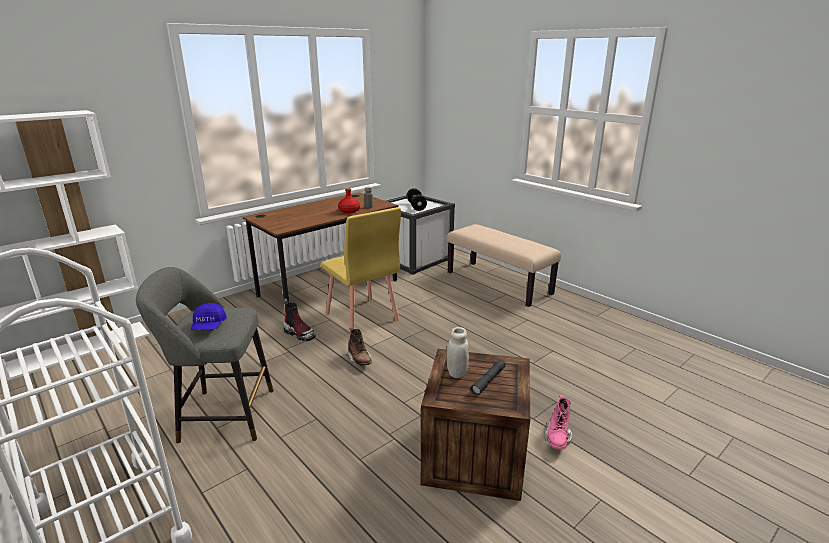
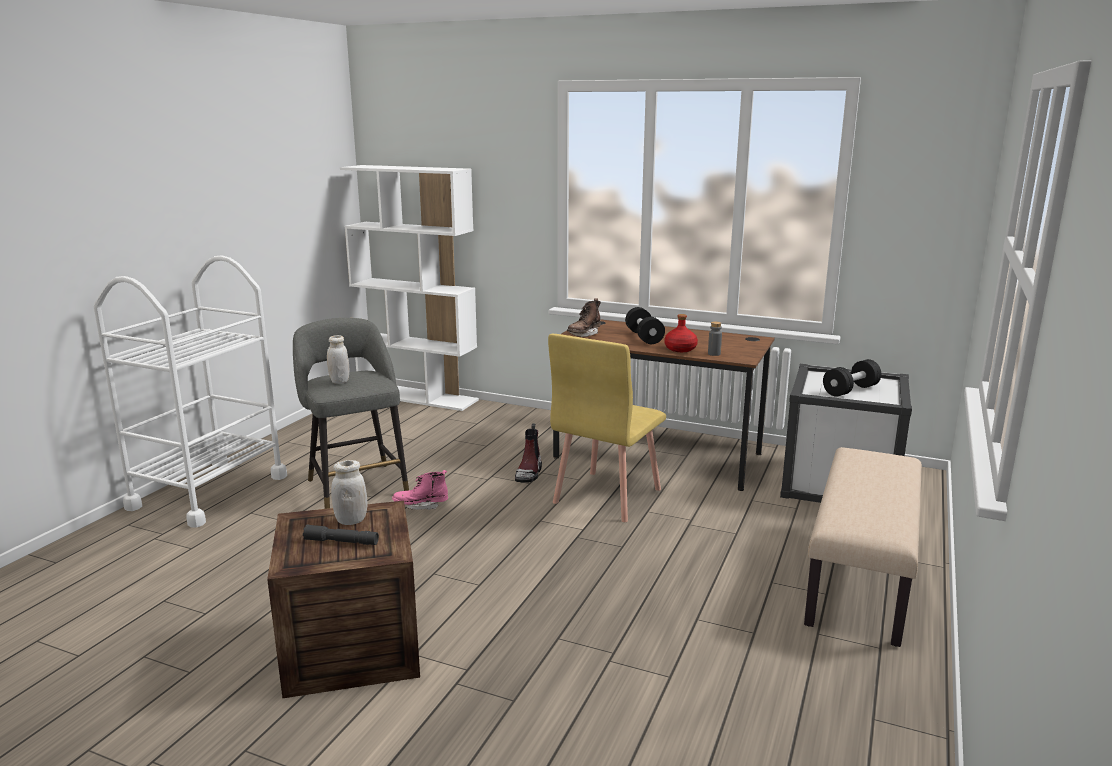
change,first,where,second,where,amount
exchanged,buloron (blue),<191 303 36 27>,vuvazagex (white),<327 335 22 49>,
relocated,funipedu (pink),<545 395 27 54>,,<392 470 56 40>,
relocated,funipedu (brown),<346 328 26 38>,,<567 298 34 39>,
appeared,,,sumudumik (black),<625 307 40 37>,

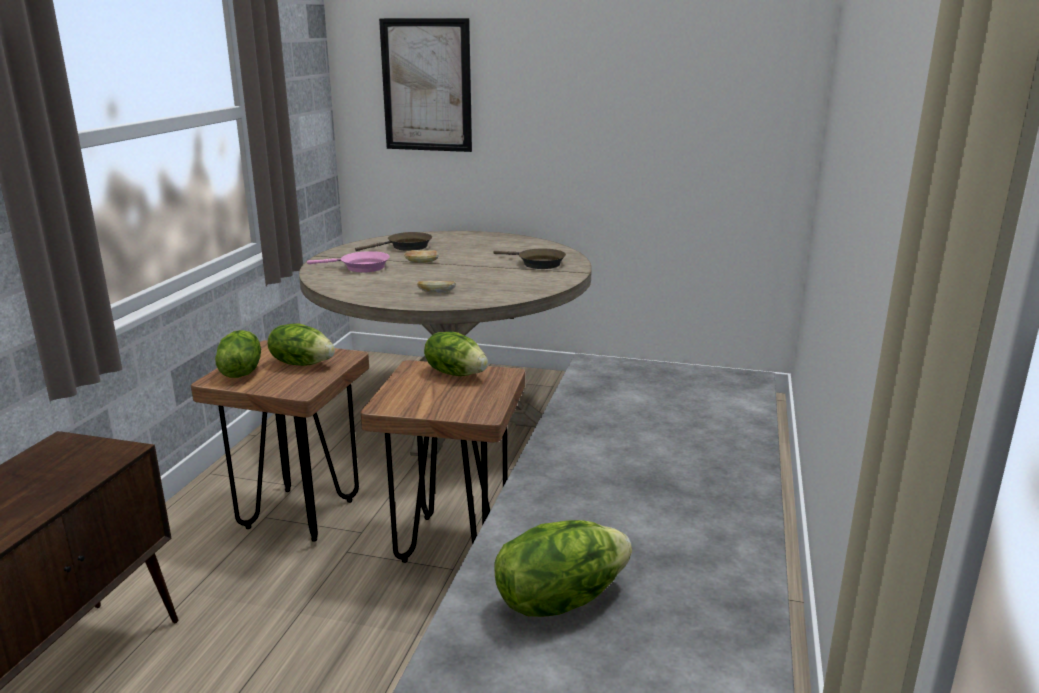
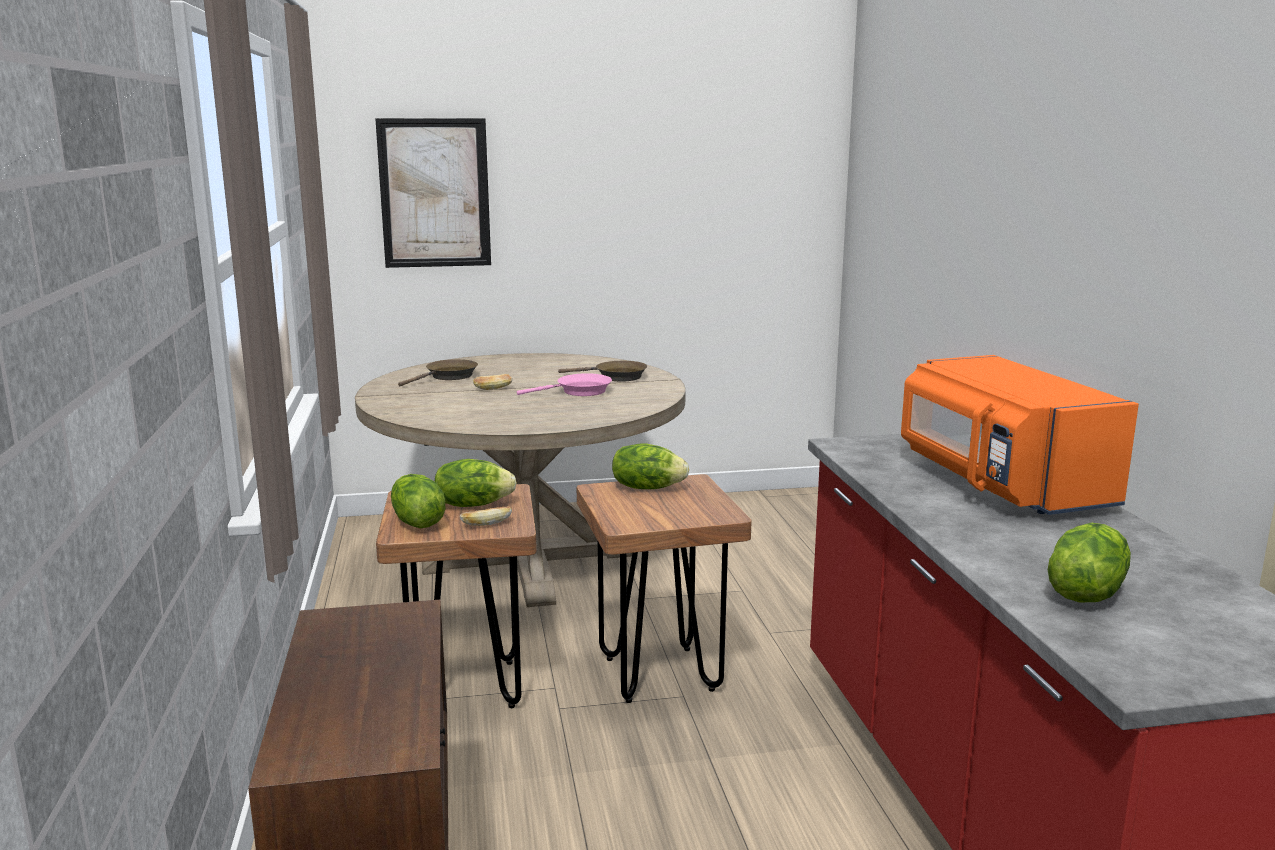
change,first,where,second,where,amount
relocated,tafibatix,<417 281 39 12>,,<460 506 52 20>,
relocated,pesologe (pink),<307 251 83 22>,,<517 373 95 23>,
appeared,,,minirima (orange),<901 355 238 160>,

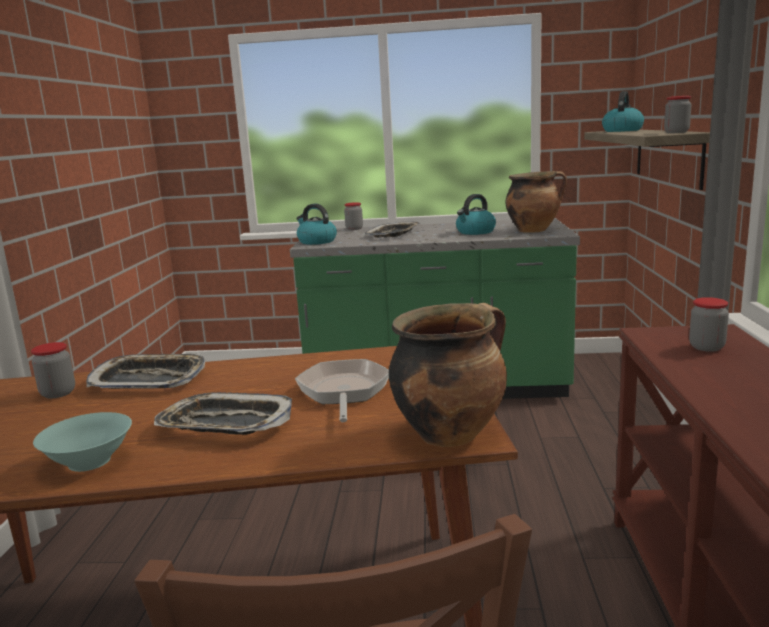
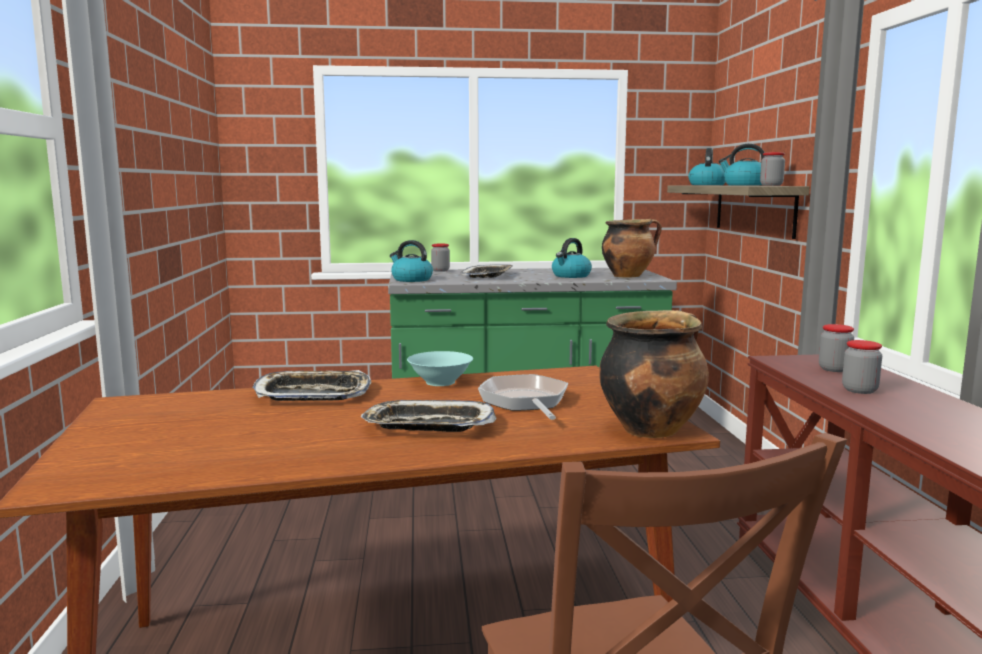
change,first,where,second,where,amount
relocated,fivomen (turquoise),<33 412 99 60>,,<407 351 66 35>,
appeared,,,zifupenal,<719 144 46 42>,
relocated,vuvazagex,<31 342 44 57>,,<842 340 40 54>,

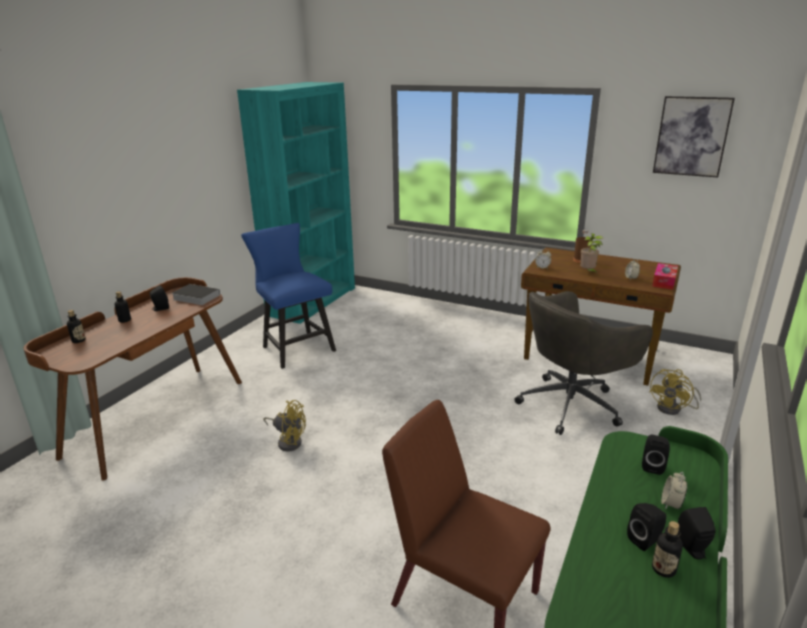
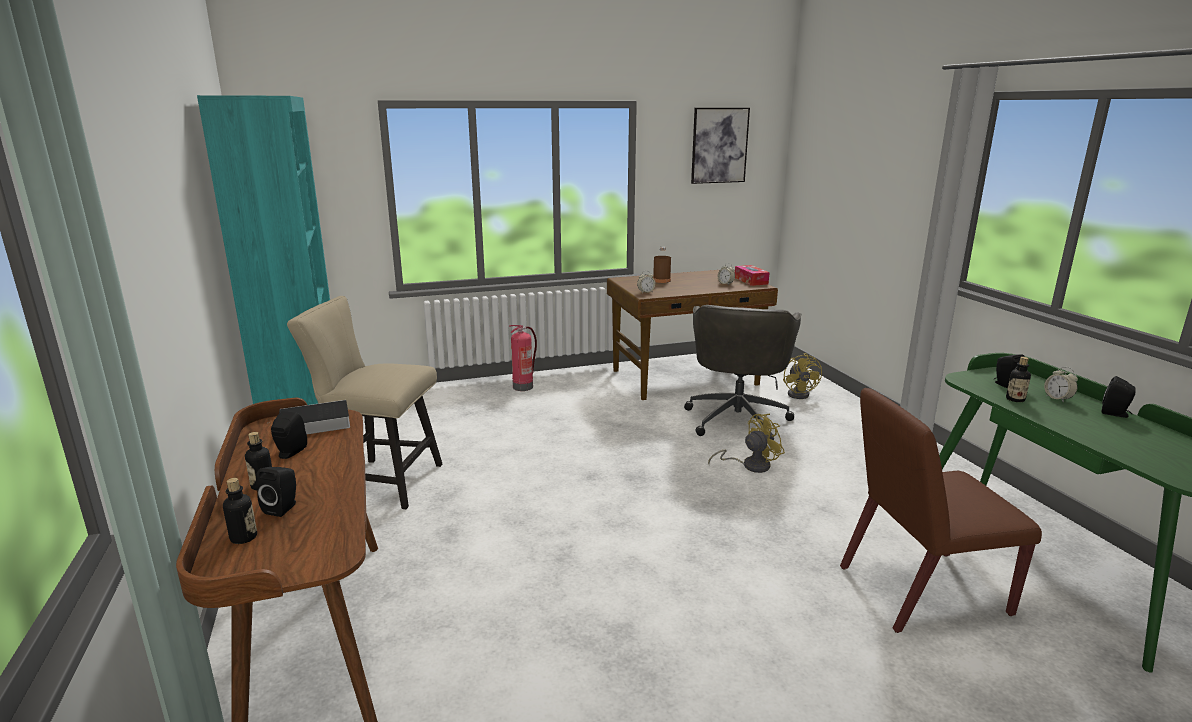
change,first,where,second,where,amount
relocated,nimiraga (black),<627 503 39 48>,,<256 467 40 50>,
colour,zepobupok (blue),<241 223 95 146>,zepobupok (beige),<287 296 155 213>,
appeared,,,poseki,<509 325 28 66>,
relocated,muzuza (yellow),<263 400 43 52>,,<708 414 77 59>,
relocated,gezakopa,<652 521 31 57>,,<1006 357 25 45>,
missing,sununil,<580 233 23 42>,,,

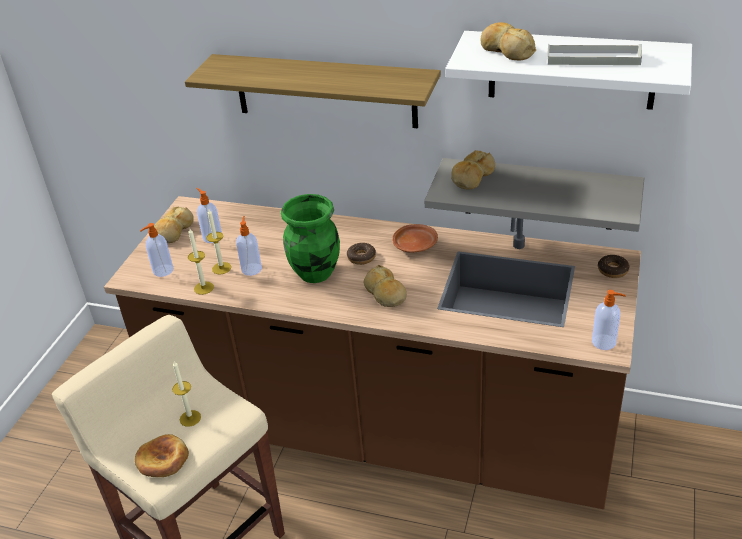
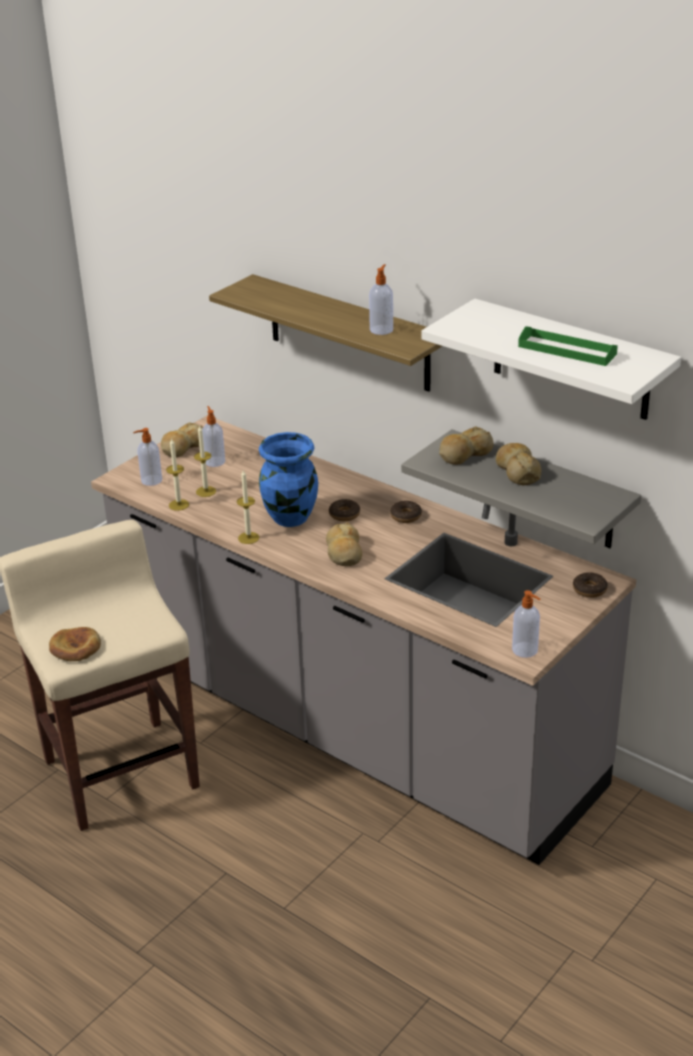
change,first,where,second,where,amount
colour,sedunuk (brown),<104 196 537 313>,sedunuk (grey),<91 415 545 450>,
relocated,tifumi,<172 361 29 66>,,<237 470 22 74>,
colour,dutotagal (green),<281 194 59 89>,dutotagal (blue),<259 432 59 95>,
relocated,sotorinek,<236 216 26 60>,,<369 264 24 71>,
exchanged,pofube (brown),<392 224 46 28>,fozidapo,<390 501 32 22>,
relocated,tafibatix,<481 22 55 38>,,<496 443 45 42>,
colour,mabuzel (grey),<548 44 94 21>,mabuzel (green),<518 326 100 40>,

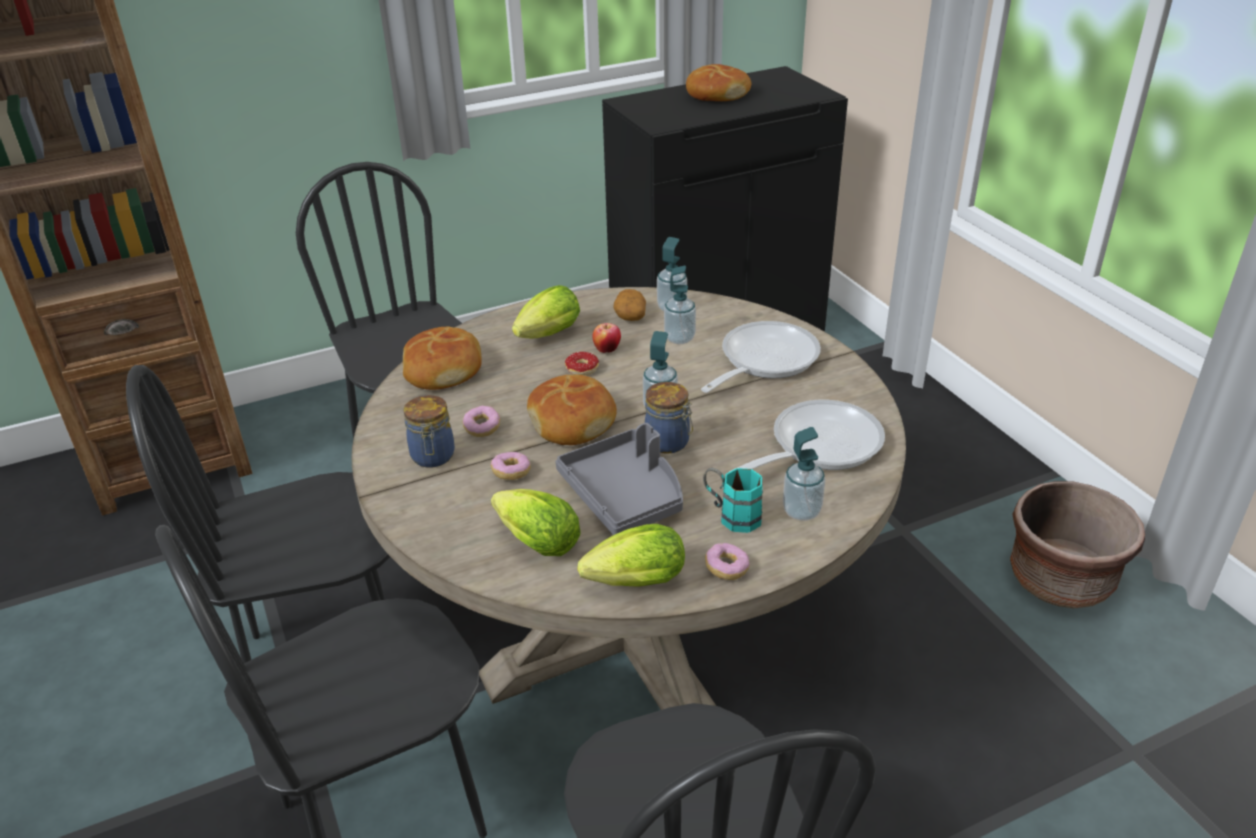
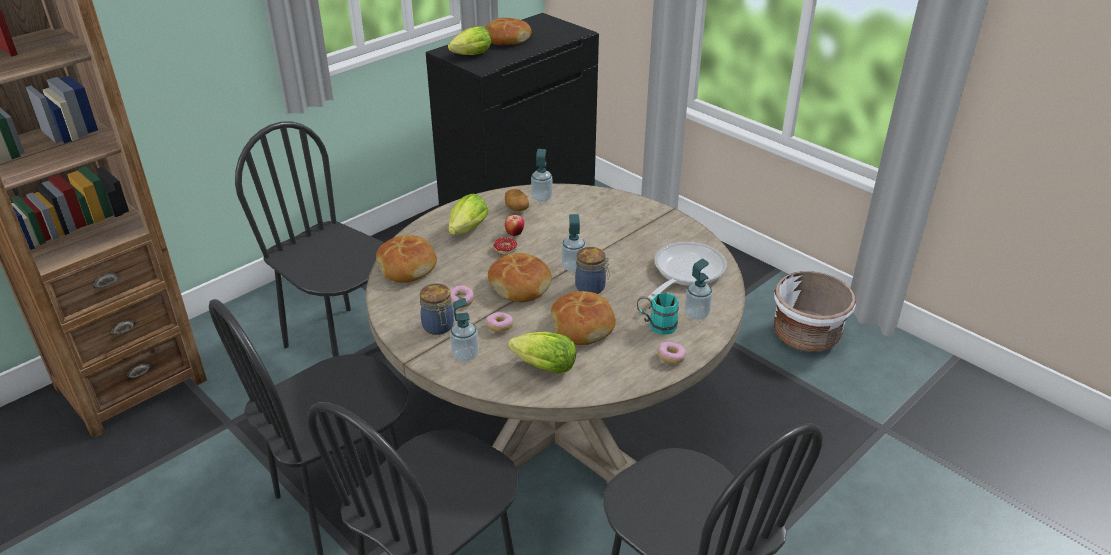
change,first,where,second,where,amount
relocated,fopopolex,<577 524 108 63>,,<448 26 43 29>,
relocated,sotorinek,<664 266 32 78>,,<450 298 29 63>,
exchanged,mabuzel (grey),<555 423 128 112>,tafibatix,<551 291 65 54>,
colour,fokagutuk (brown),<1010 481 135 127>,fokagutuk (white),<774 271 82 81>,
missing,pesologe,<701 321 120 72>,,,

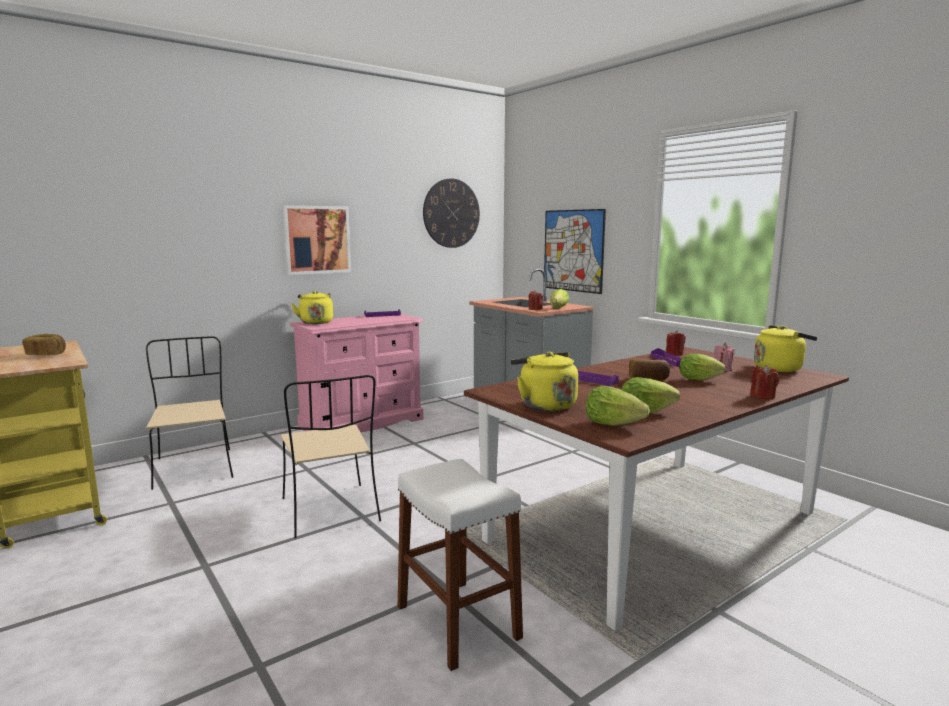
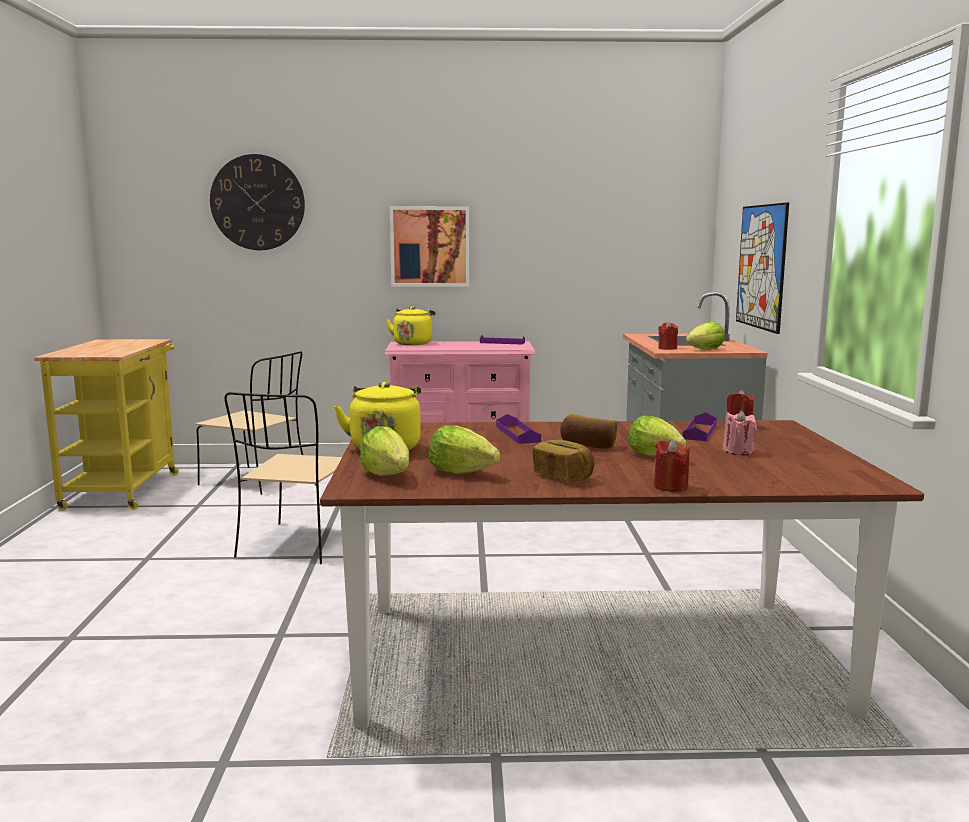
change,first,where,second,where,amount
spun,zepobupok (beige),<146 336 87 154>,,<195 351 108 144>,105 degrees clockwise
relocated,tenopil,<423 179 57 69>,,<210 154 95 96>,
relocated,tafibatix,<22 334 44 22>,,<532 440 62 42>,
missing,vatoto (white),<398 459 125 212>,,,
missing,zifupenal (yellow),<754 325 63 47>,,,

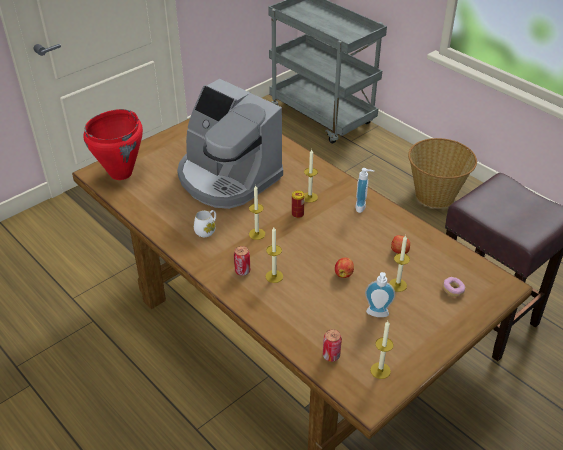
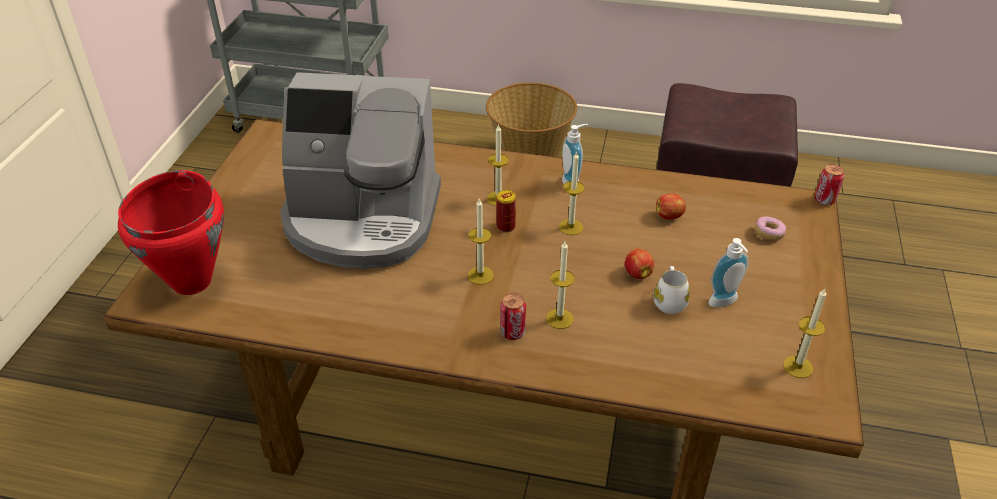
change,first,where,second,where,amount
relocated,tifumi,<389 235 21 57>,,<559 151 26 84>,
relocated,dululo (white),<194 210 22 27>,,<654 266 36 48>,
relocated,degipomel,<323 329 19 33>,,<815 164 29 41>,

